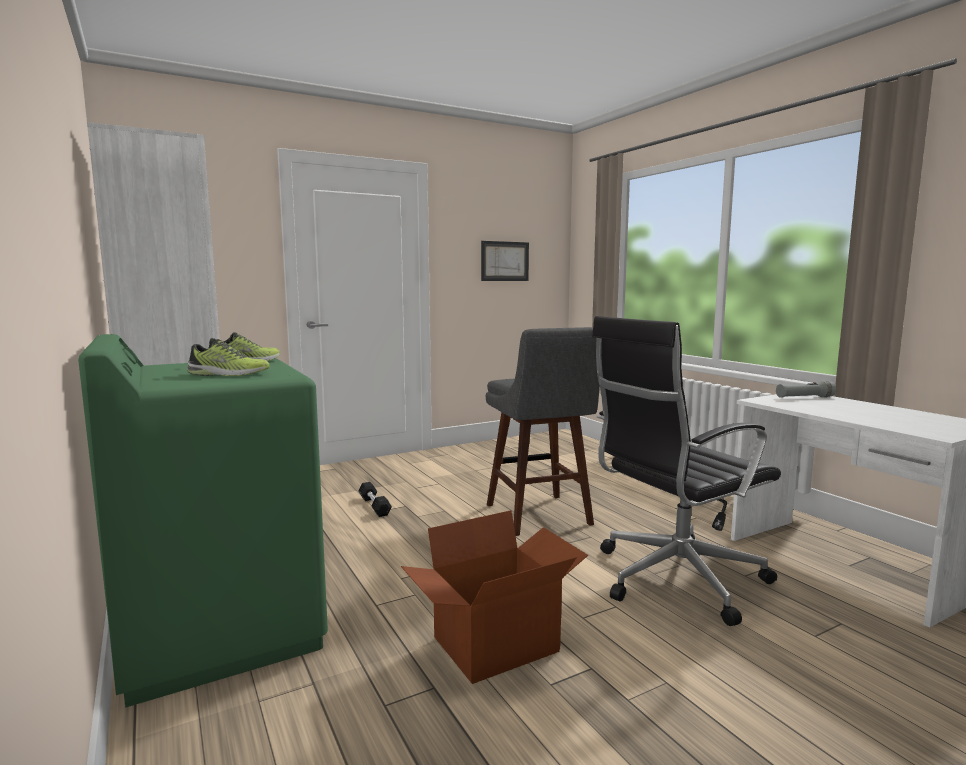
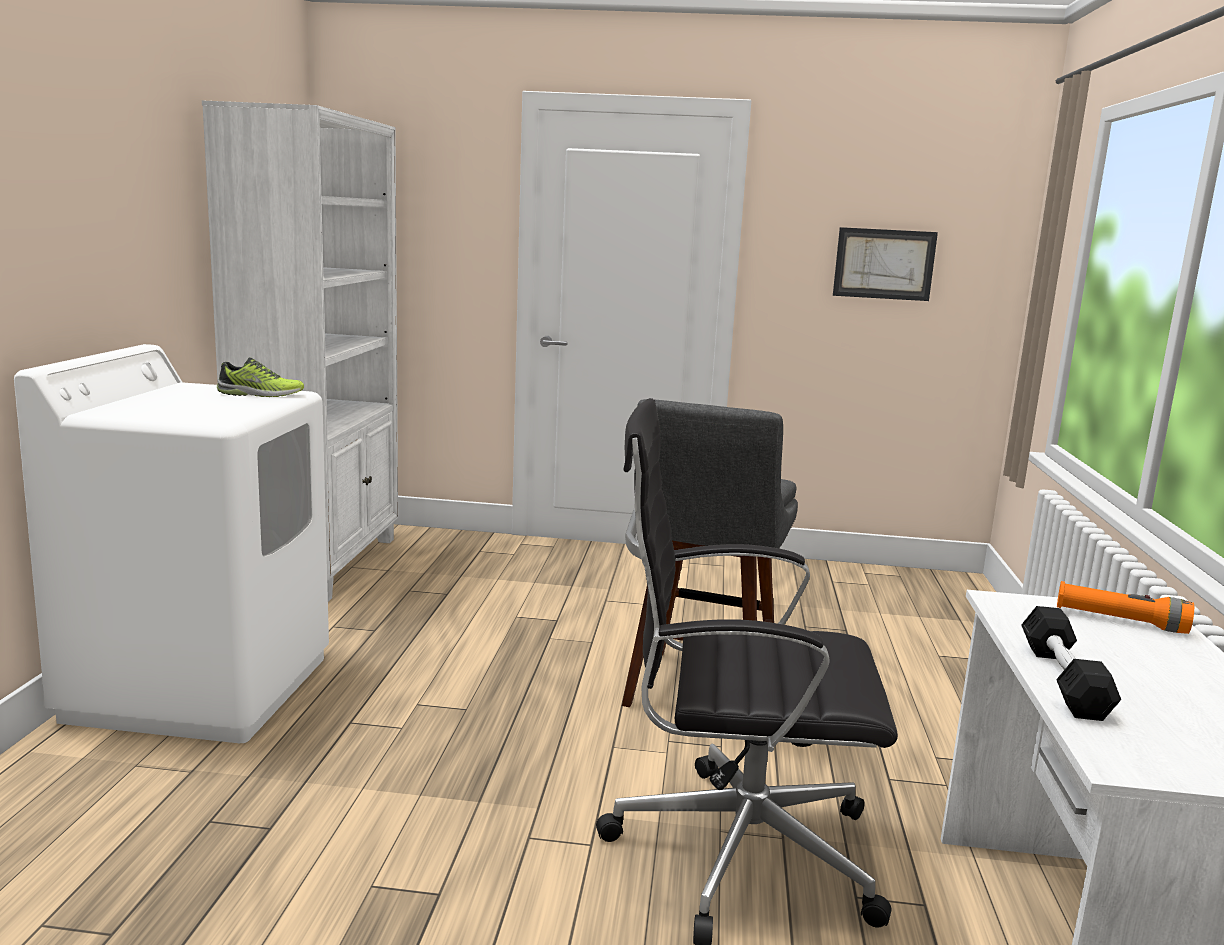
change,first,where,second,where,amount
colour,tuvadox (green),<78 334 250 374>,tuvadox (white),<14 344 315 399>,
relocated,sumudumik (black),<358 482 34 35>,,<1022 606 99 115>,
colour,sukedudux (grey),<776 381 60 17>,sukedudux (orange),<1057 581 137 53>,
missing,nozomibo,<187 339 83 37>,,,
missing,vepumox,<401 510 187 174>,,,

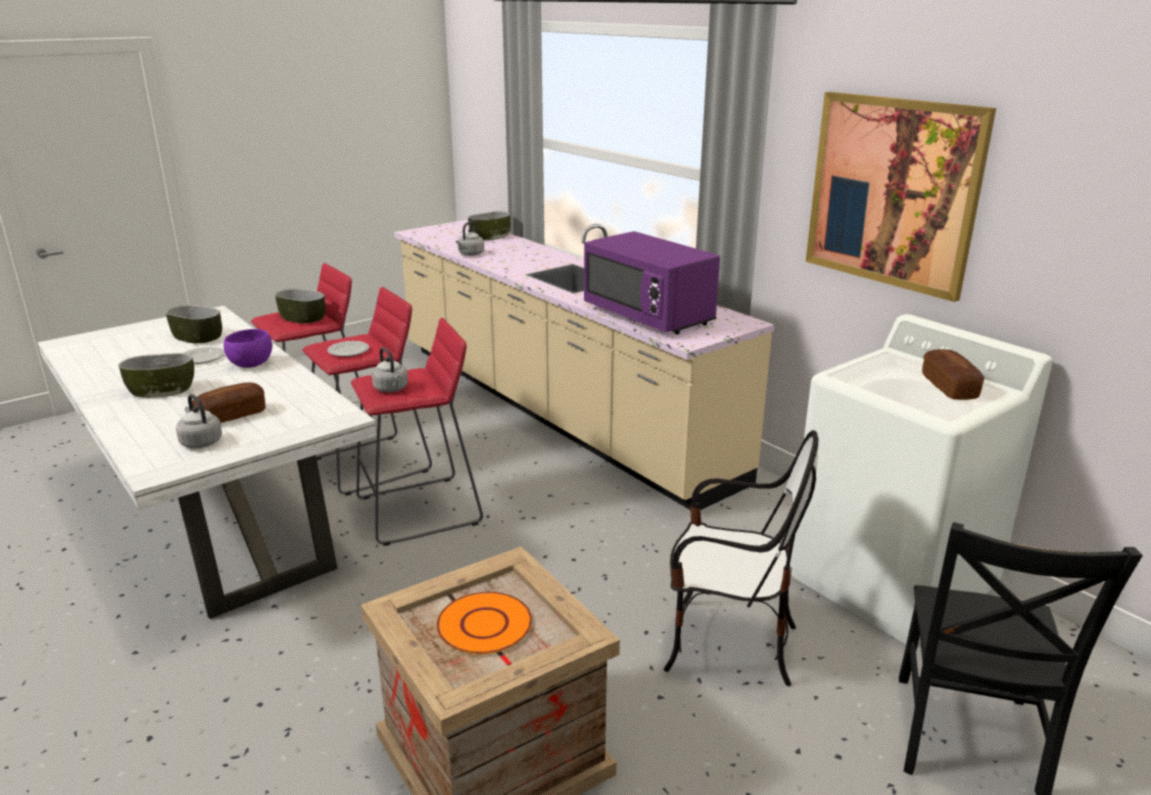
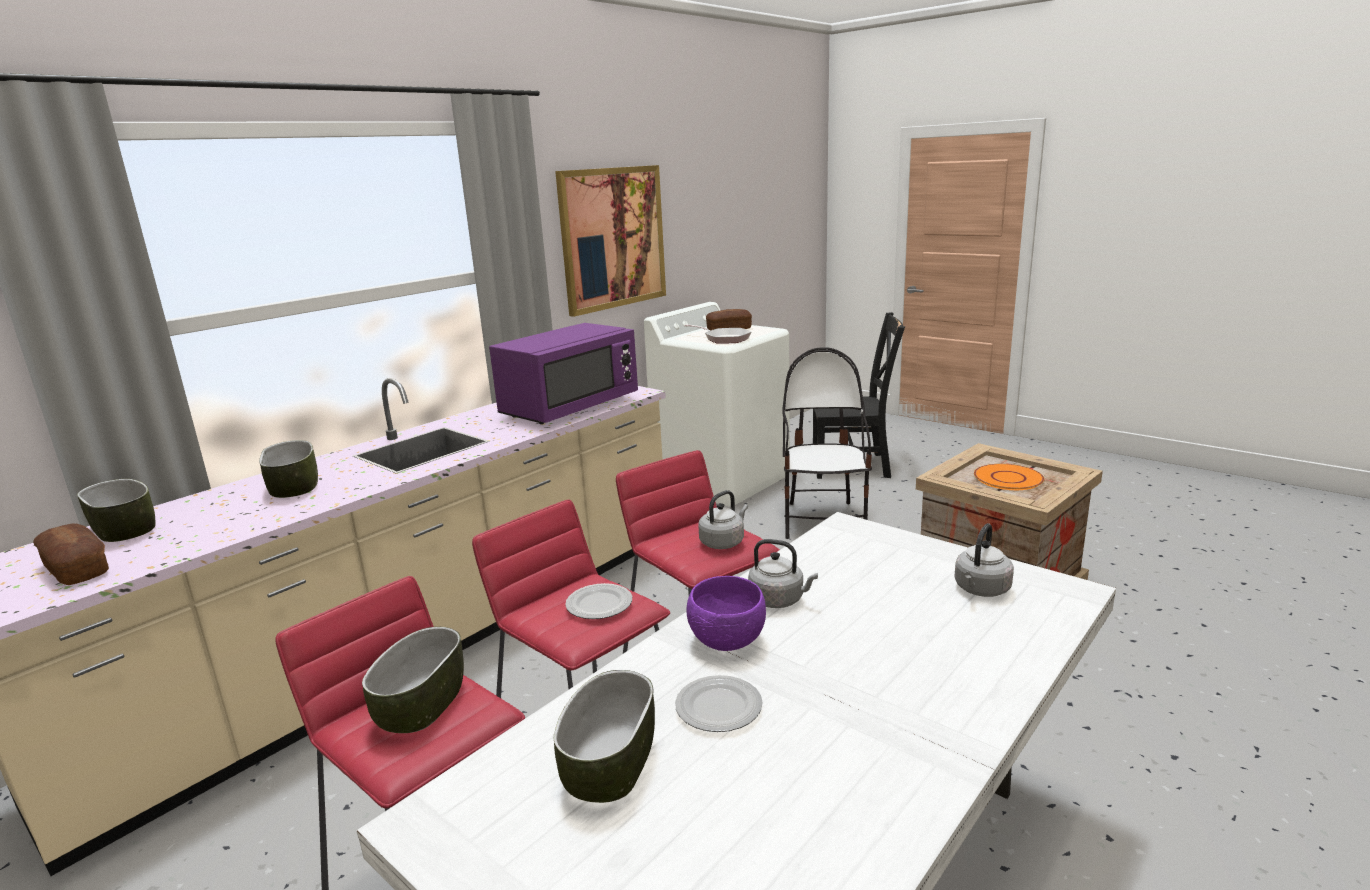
change,first,where,second,where,amount
relocated,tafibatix,<192 382 74 41>,,<33 523 76 62>,
relocated,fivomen,<118 353 76 45>,,<259 440 59 58>,
appeared,,,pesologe,<685 324 66 20>,
relocated,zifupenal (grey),<456 221 28 35>,,<748 539 70 69>,

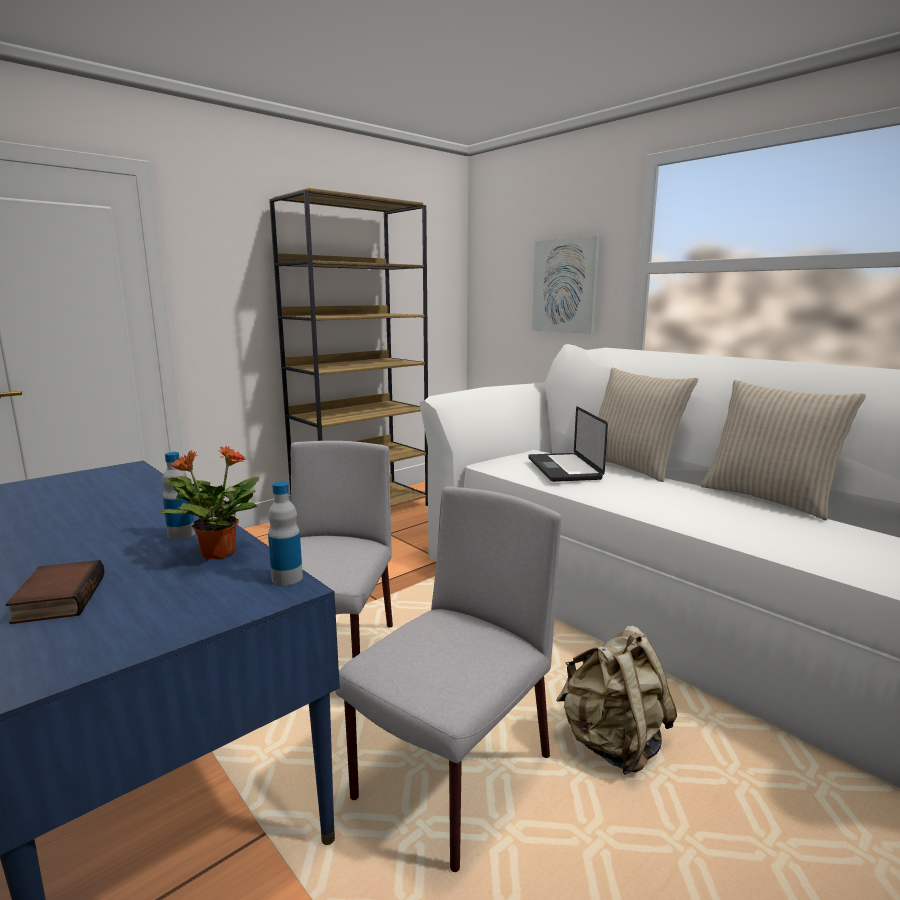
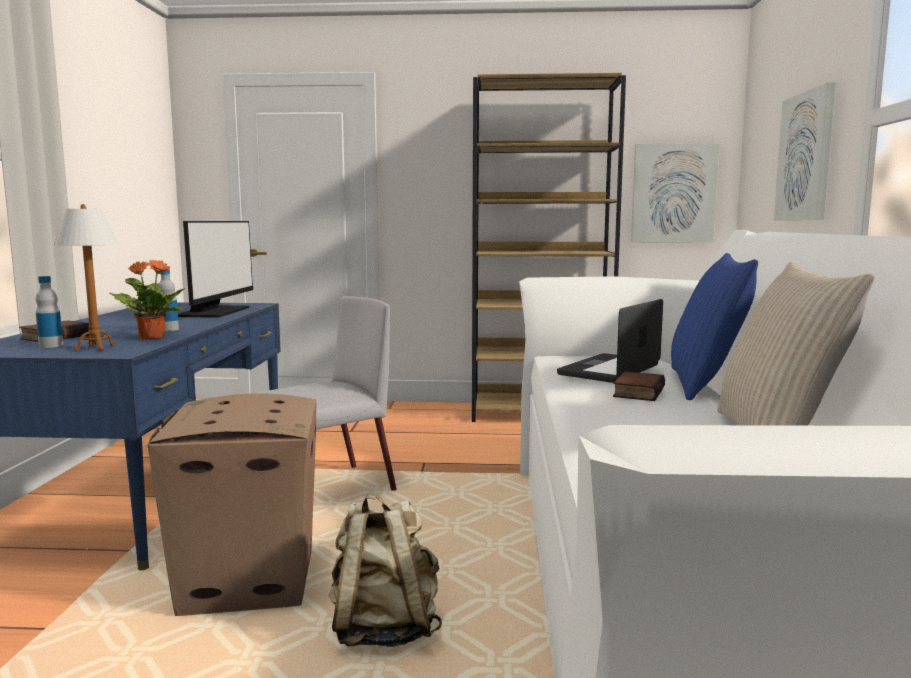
change,first,where,second,where,amount
relocated,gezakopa,<268 481 35 104>,,<35 276 28 72>,
appeared,,,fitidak,<54 204 64 147>,
exchanged,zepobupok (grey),<335 486 226 386>,vepumox,<148 393 168 223>,
appeared,,,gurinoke,<178 221 75 97>,
appeared,,,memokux,<613 372 52 29>,
appeared,,,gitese,<631 143 89 100>,
colour,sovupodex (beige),<598 367 100 115>,sovupodex (blue),<671 253 87 147>,

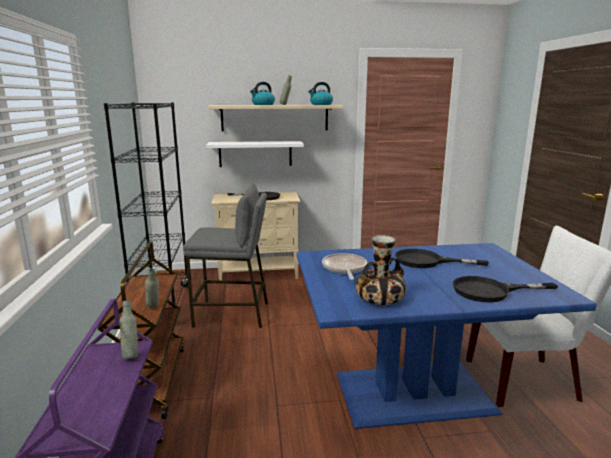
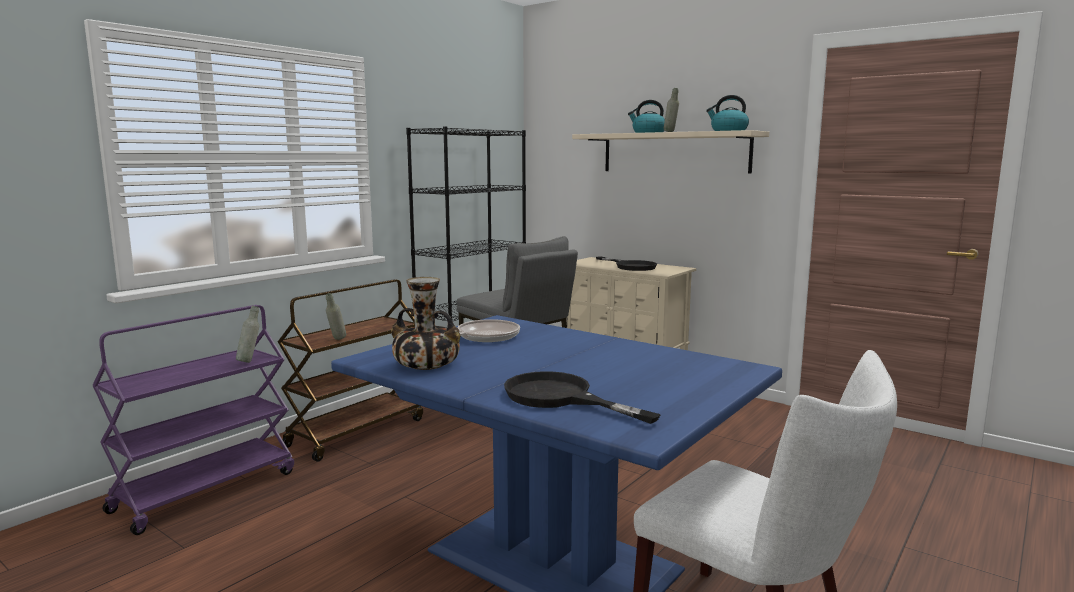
change,first,where,second,where,amount
missing,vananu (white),<206 141 98 26>,,,
missing,pesologe (black),<395 249 94 19>,,,

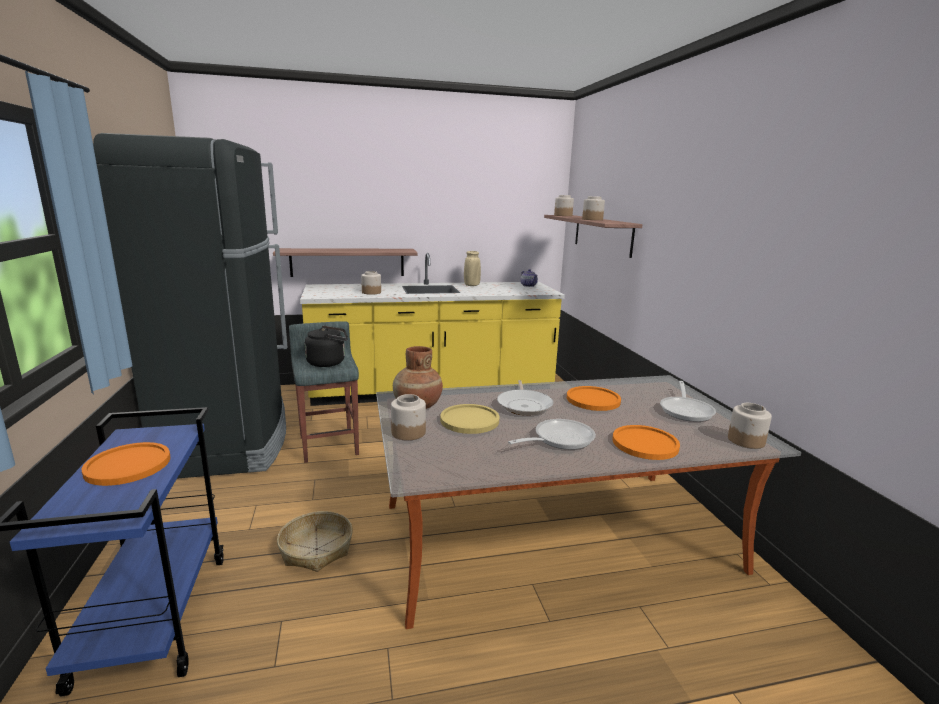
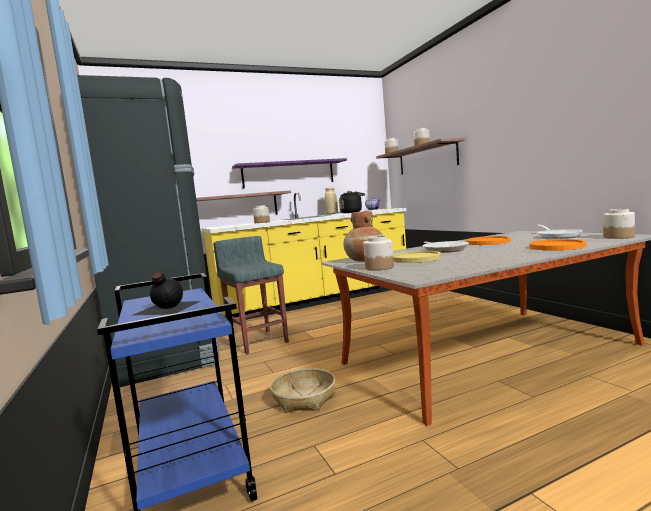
change,first,where,second,where,amount
exchanged,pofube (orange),<82 442 88 44>,gezakopa (black),<131 273 69 43>,
appeared,,,vananu (purple),<232 158 115 30>,
relocated,zifupenal (black),<305 326 43 41>,,<339 191 26 22>,
missing,pesologe,<508 419 88 31>,,,

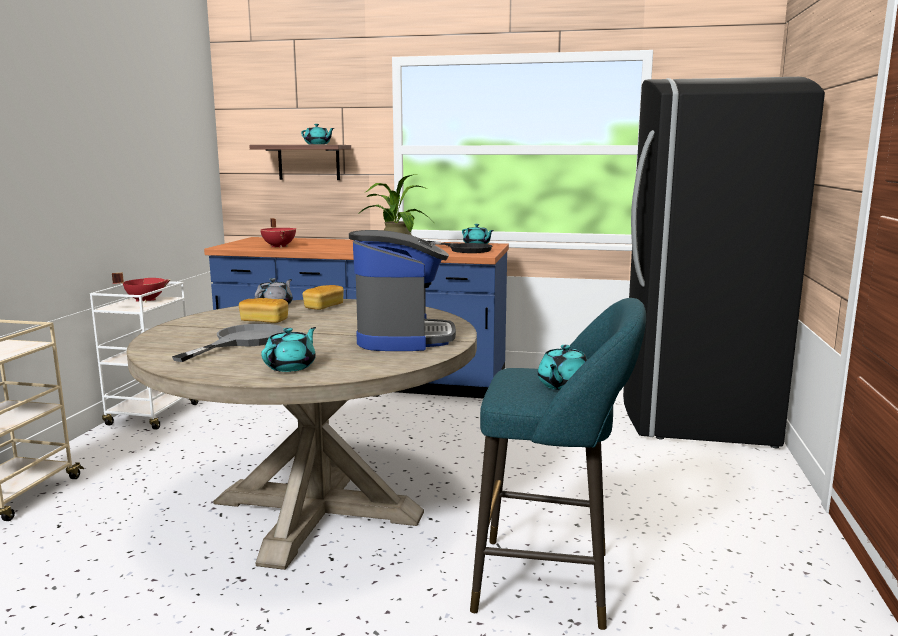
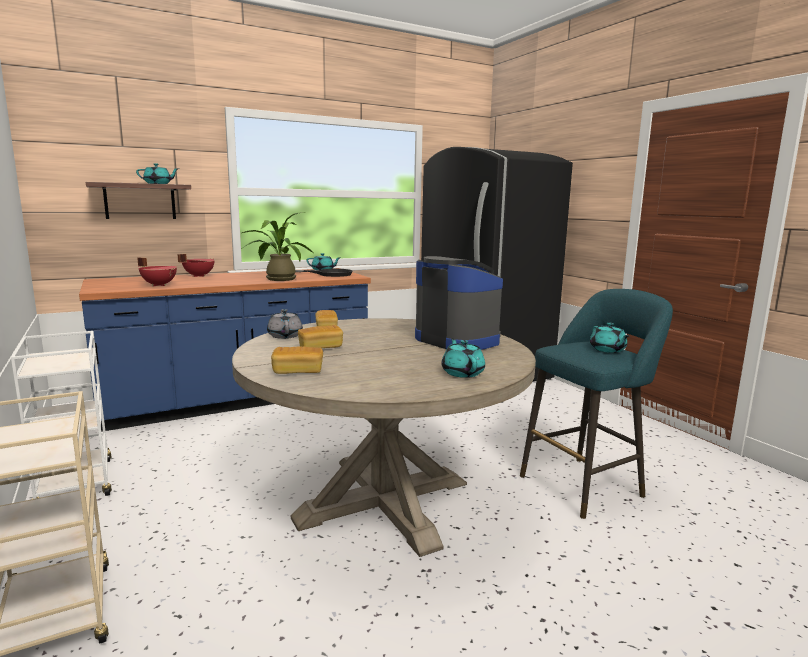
change,first,where,second,where,amount
relocated,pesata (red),<112 273 58 30>,,<177 254 38 23>,
appeared,,,tafibatix,<271 346 52 28>,
missing,pesologe (grey),<172 324 113 38>,,,

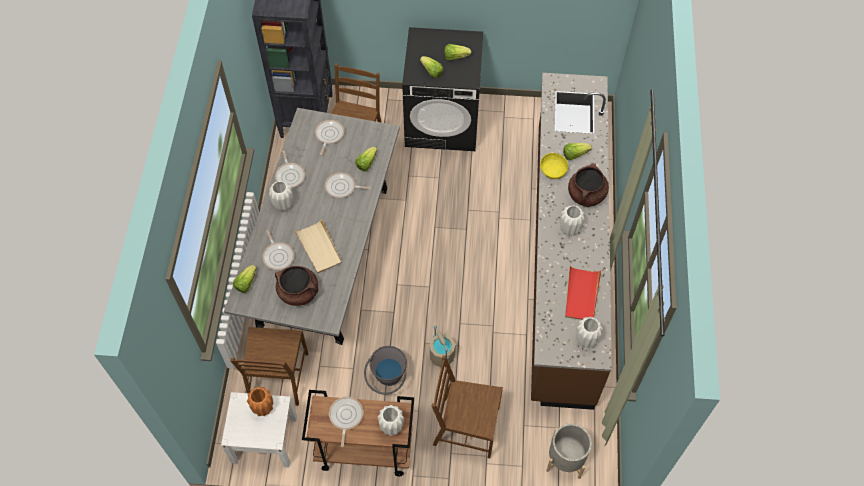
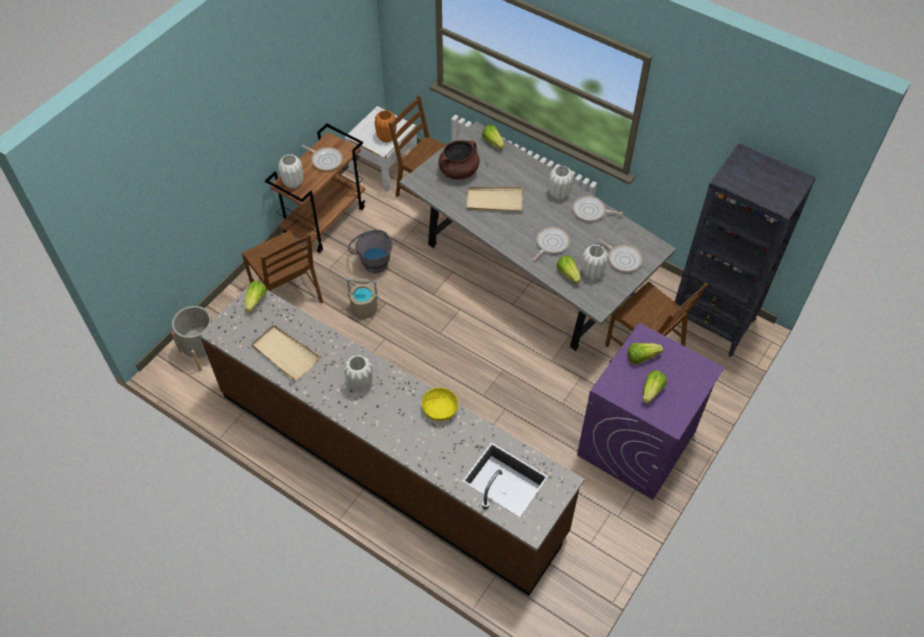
change,first,where,second,where,amount
spun,zepobupok (brown),<432 355 71 103>,,<242 230 81 73>,105 degrees clockwise
relocated,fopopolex,<563 143 29 17>,,<245 281 22 32>,
colour,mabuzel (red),<565 266 37 54>,mabuzel (beige),<252 325 68 55>,
colour,tuvadox (black),<402 27 81 124>,tuvadox (purple),<577 323 148 177>,
relocated,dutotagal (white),<576 317 27 31>,,<582 244 27 36>,
missing,pesologe,<262 230 32 40>,,,
missing,pesata (brown),<568 163 41 44>,,,

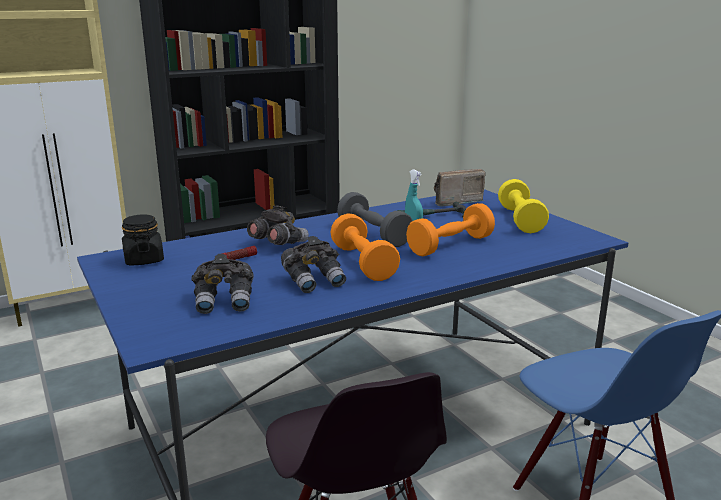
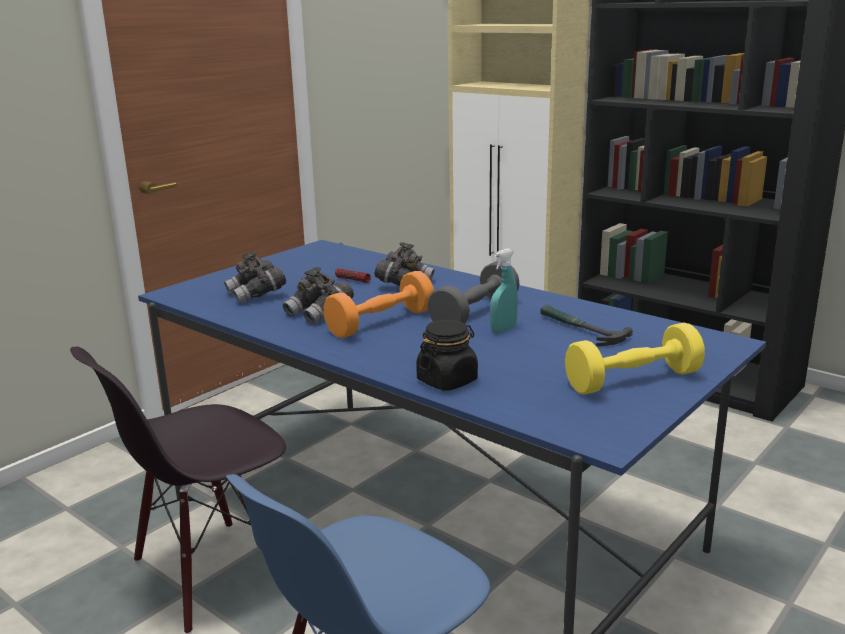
change,first,where,second,where,amount
relocated,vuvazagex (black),<122 215 42 51>,,<416 320 62 70>,
missing,sumudumik (orange),<406 203 89 53>,,,
missing,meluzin,<434 169 52 37>,,,

